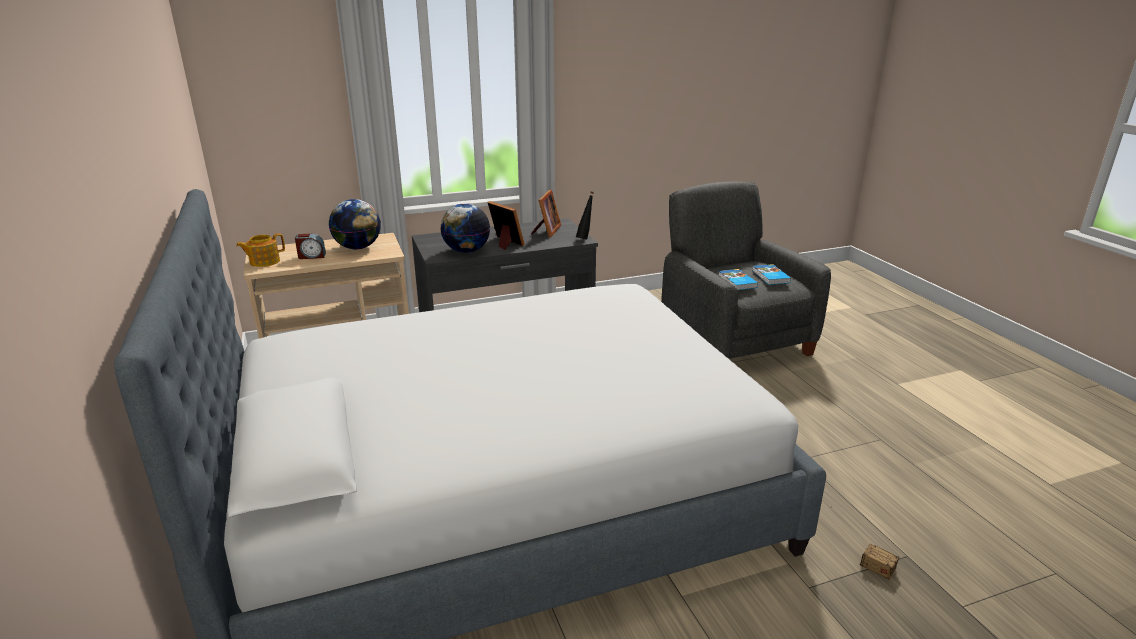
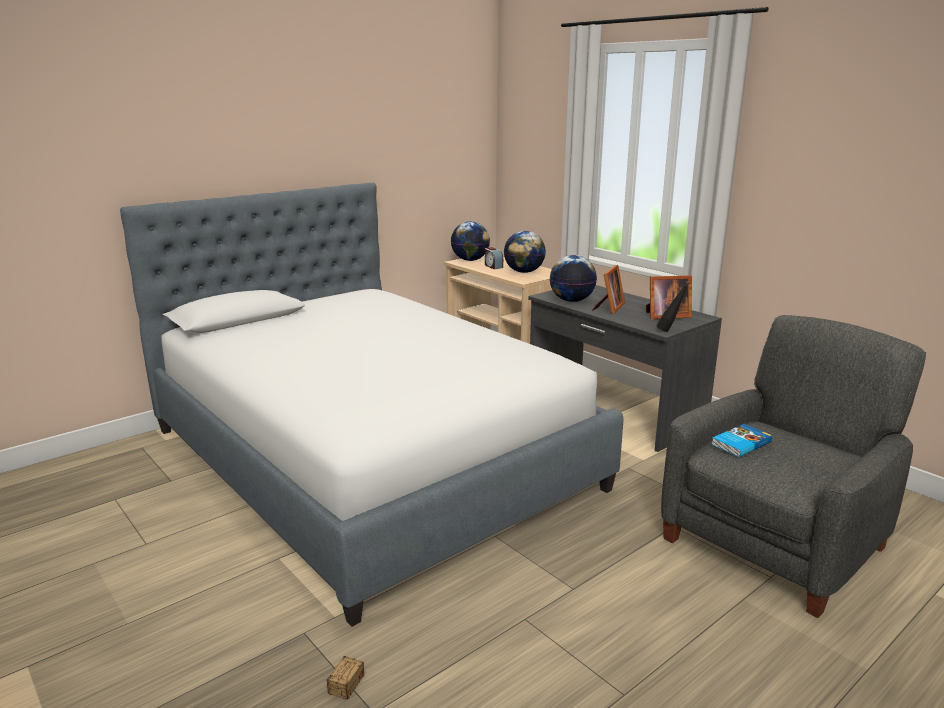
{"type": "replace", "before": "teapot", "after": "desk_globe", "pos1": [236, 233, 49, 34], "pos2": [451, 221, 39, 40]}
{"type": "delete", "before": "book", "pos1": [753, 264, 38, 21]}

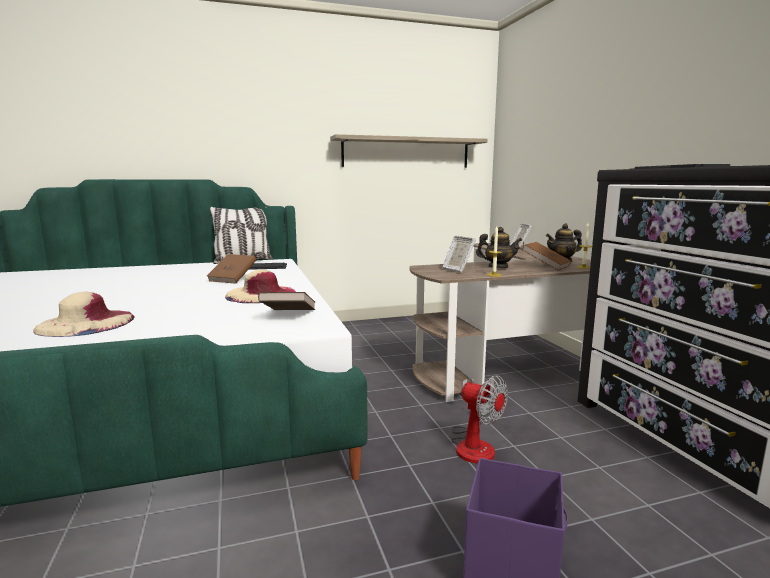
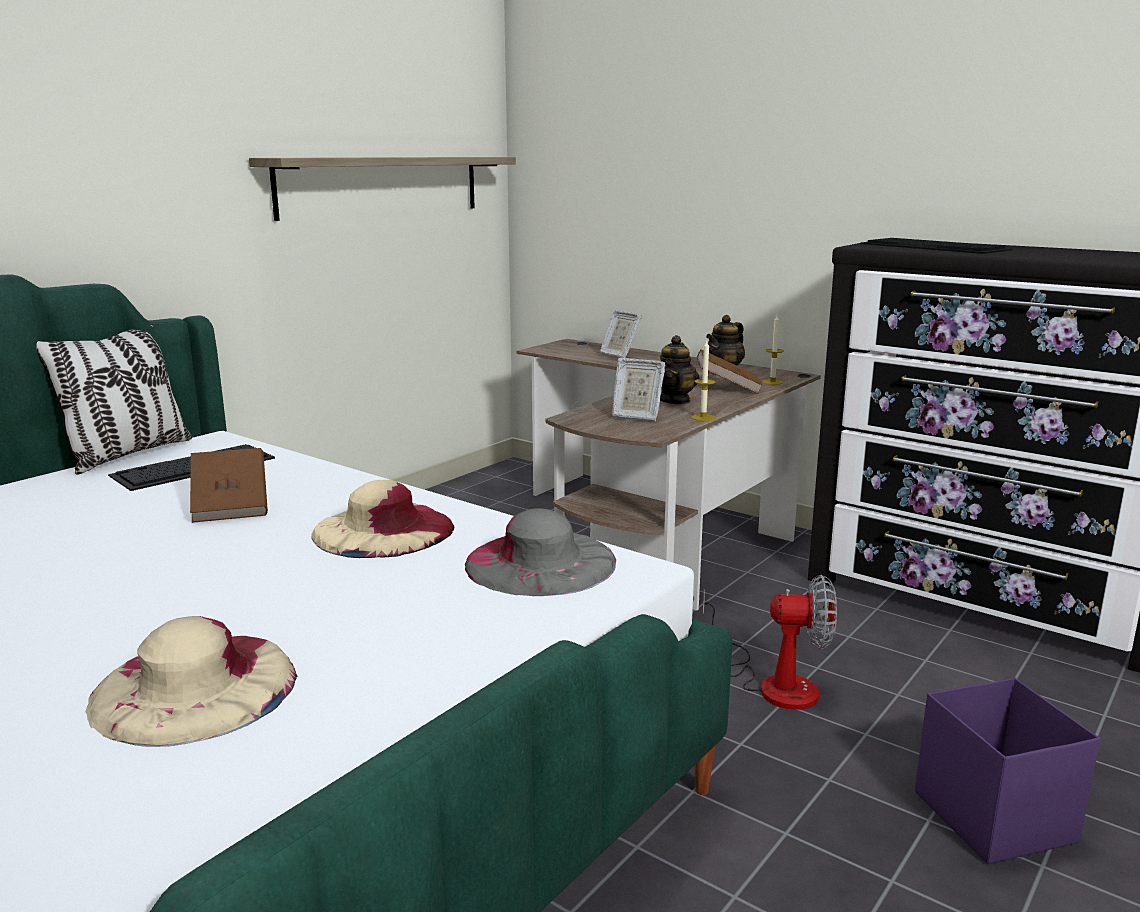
{"type": "replace", "before": "brown_book", "after": "greyish_wearable_hat", "pos1": [258, 292, 57, 18], "pos2": [465, 508, 151, 88]}
{"type": "rotate", "before": "teapot", "pos1": [476, 227, 46, 41], "pos2": [660, 335, 40, 69], "turn": 135}

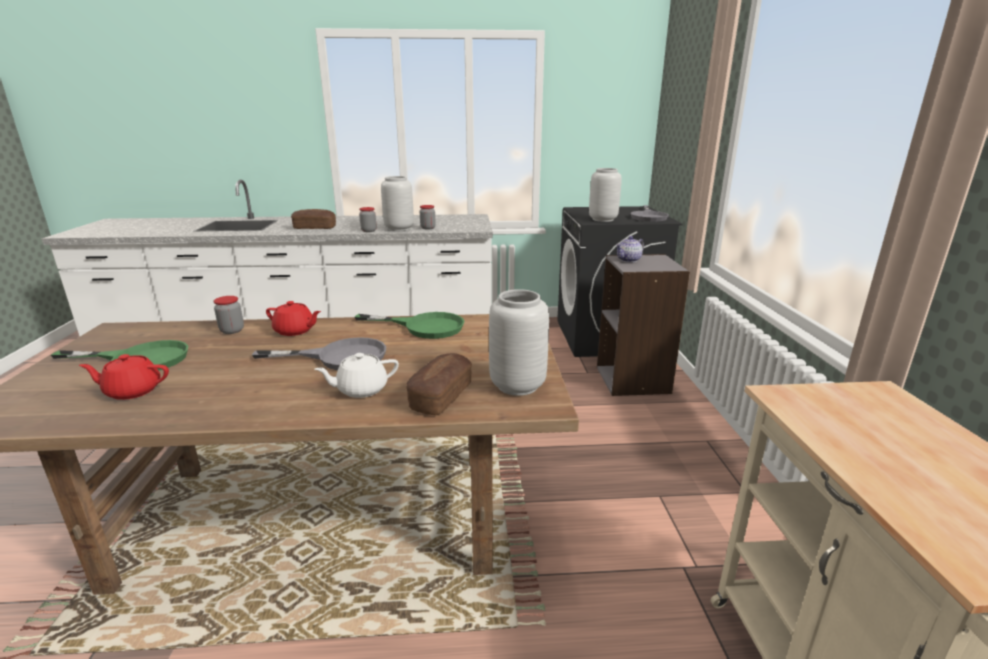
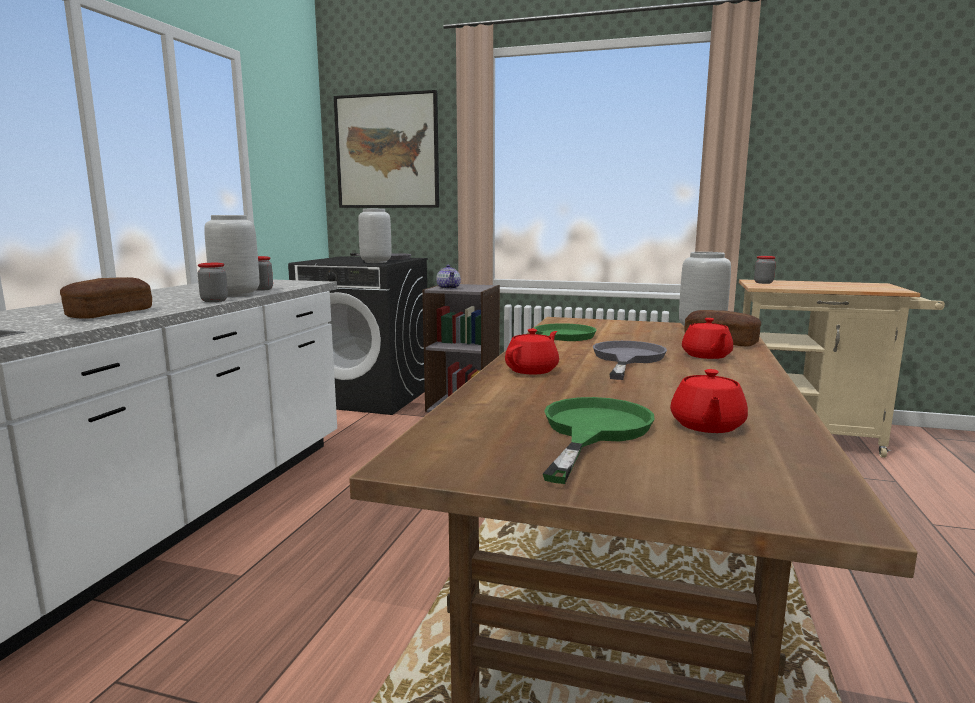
{"type": "move", "before": "preserve_jar", "pos1": [214, 296, 30, 38], "pos2": [754, 256, 22, 28]}
{"type": "recolor", "before": "white_teapot", "after": "red_teapot", "pos1": [315, 353, 84, 45], "pos2": [682, 318, 51, 41]}
{"type": "insert", "after": "wall_art", "pos2": [334, 90, 105, 118]}

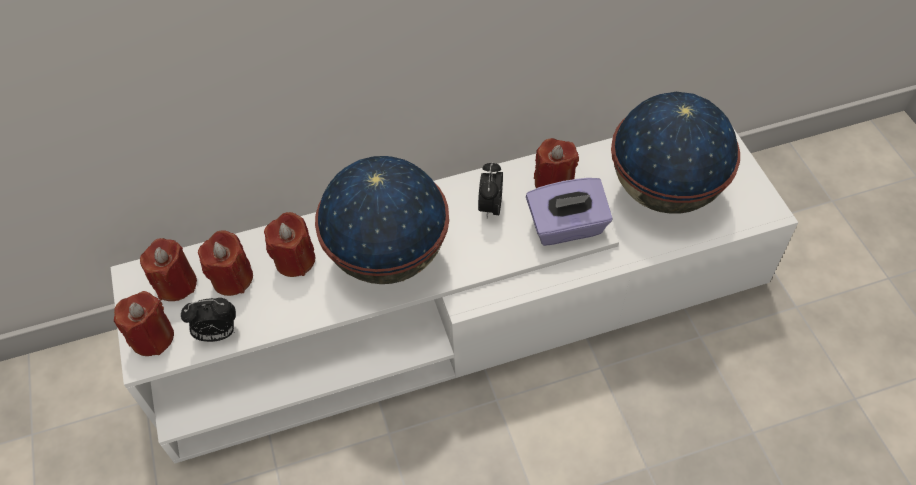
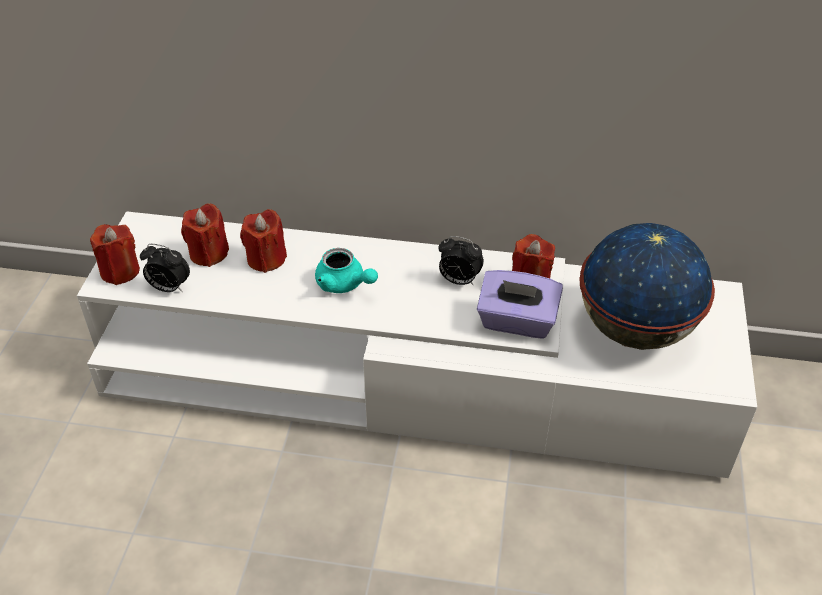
{"type": "delete", "before": "red_wax_candle", "pos1": [140, 238, 57, 63]}
{"type": "replace", "before": "desk_globe", "after": "turquoise_teapot", "pos1": [315, 156, 134, 128], "pos2": [315, 248, 63, 45]}
{"type": "rotate", "before": "table_clock", "pos1": [478, 162, 25, 56], "pos2": [438, 236, 46, 50], "turn": -105}

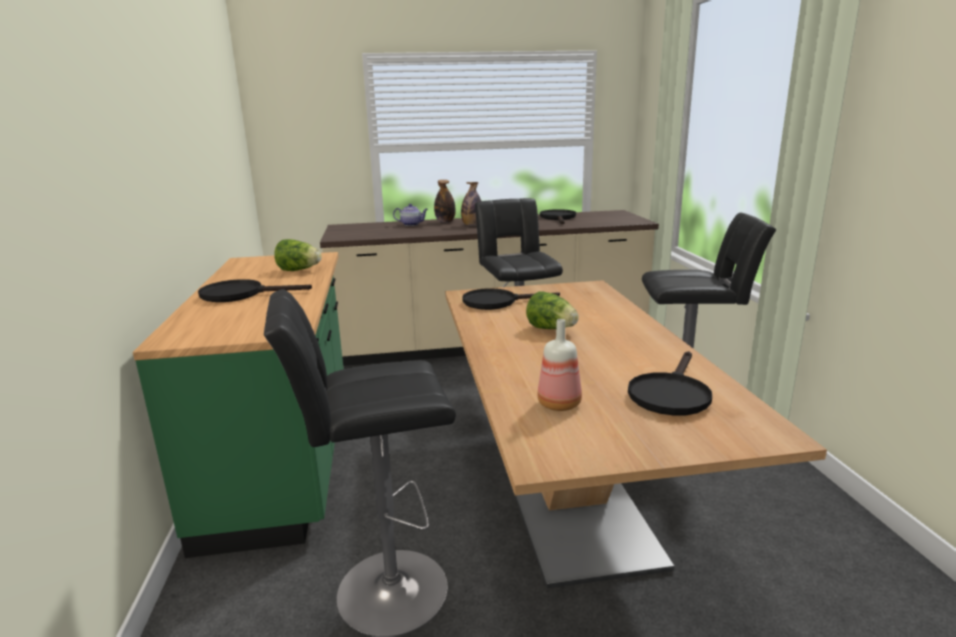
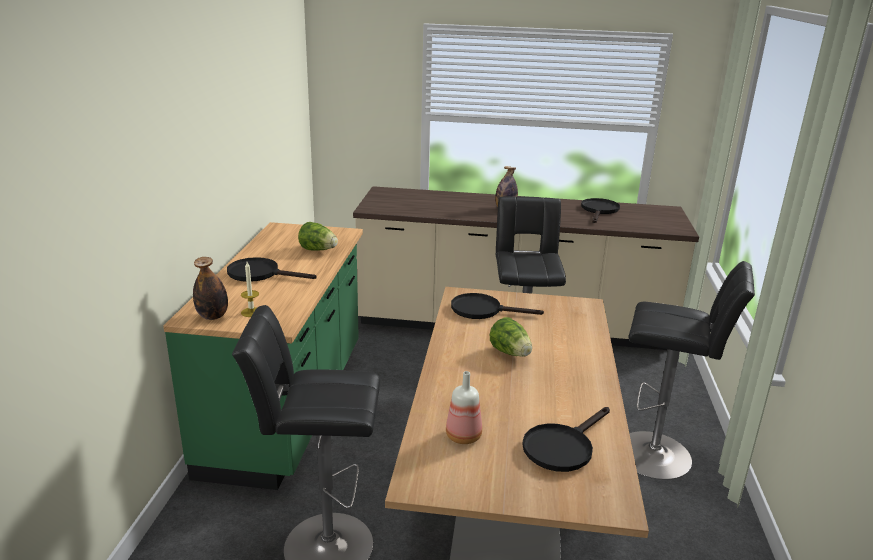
{"type": "delete", "before": "teapot", "pos1": [393, 204, 35, 22]}
{"type": "move", "before": "bottle", "pos1": [434, 180, 22, 43], "pos2": [193, 257, 35, 63]}
{"type": "insert", "after": "wax_candle", "pos2": [241, 262, 18, 55]}

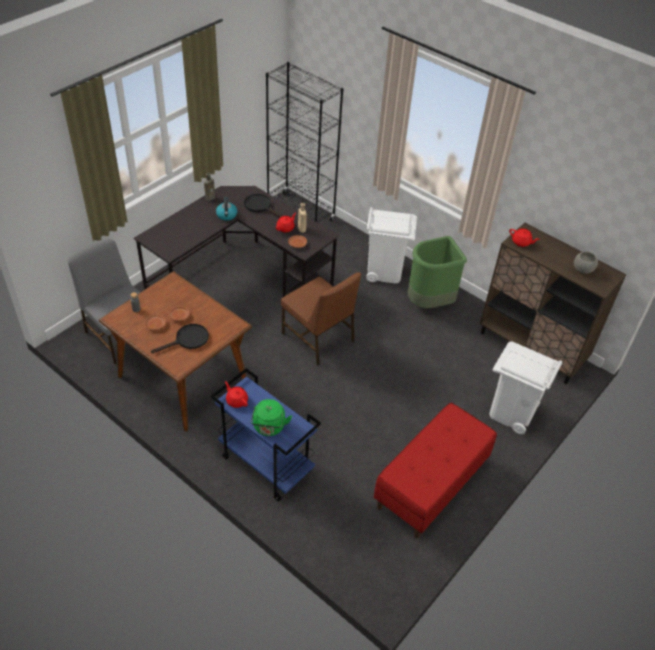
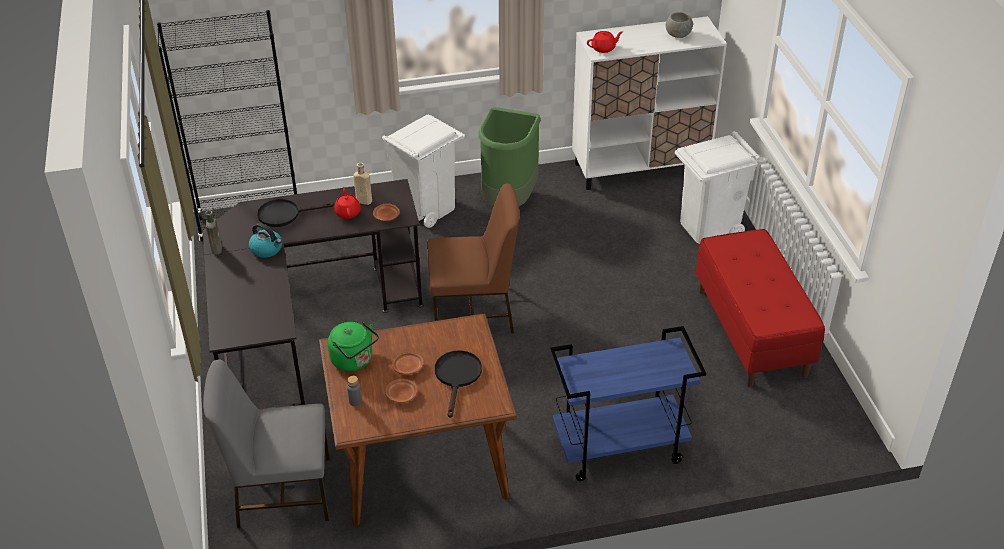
{"type": "delete", "before": "red_teapot", "pos1": [225, 381, 23, 27]}
{"type": "move", "before": "green-coloured_kettle", "pos1": [251, 399, 41, 37], "pos2": [328, 322, 51, 49]}
{"type": "recolor", "before": "brown_cupboard", "after": "white_cupboard", "pos1": [480, 223, 146, 161], "pos2": [572, 16, 155, 174]}

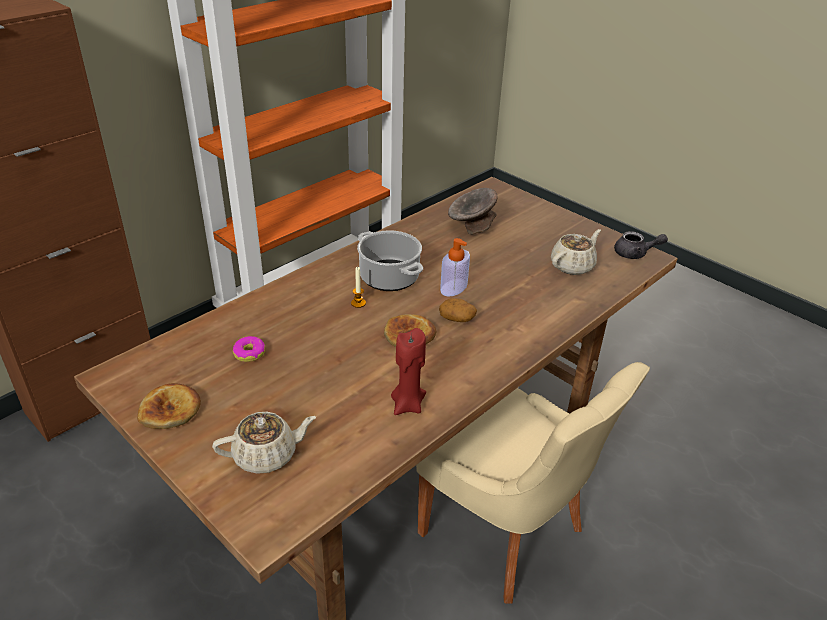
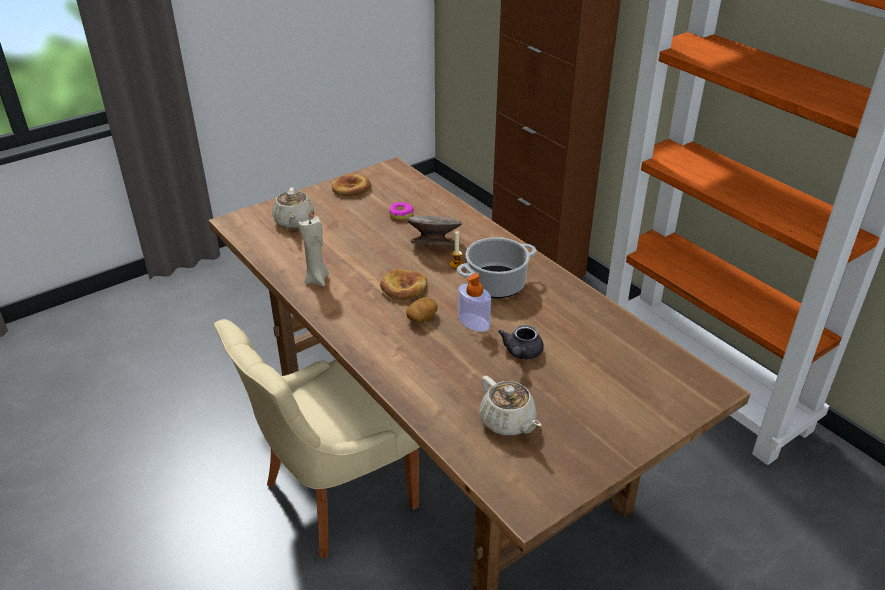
{"type": "recolor", "before": "red_wax_candle", "after": "sand-coloured_wax_candle", "pos1": [391, 328, 35, 87], "pos2": [299, 217, 30, 69]}
{"type": "move", "before": "greyish_deep_dish", "pos1": [448, 188, 50, 47], "pos2": [407, 216, 55, 30]}
{"type": "move", "before": "greyish_teapot", "pos1": [614, 231, 54, 28], "pos2": [498, 325, 46, 34]}

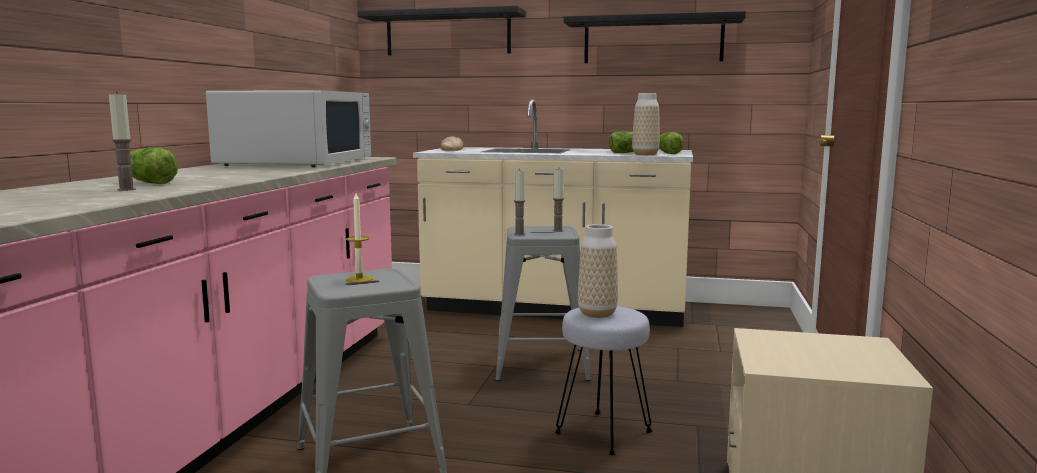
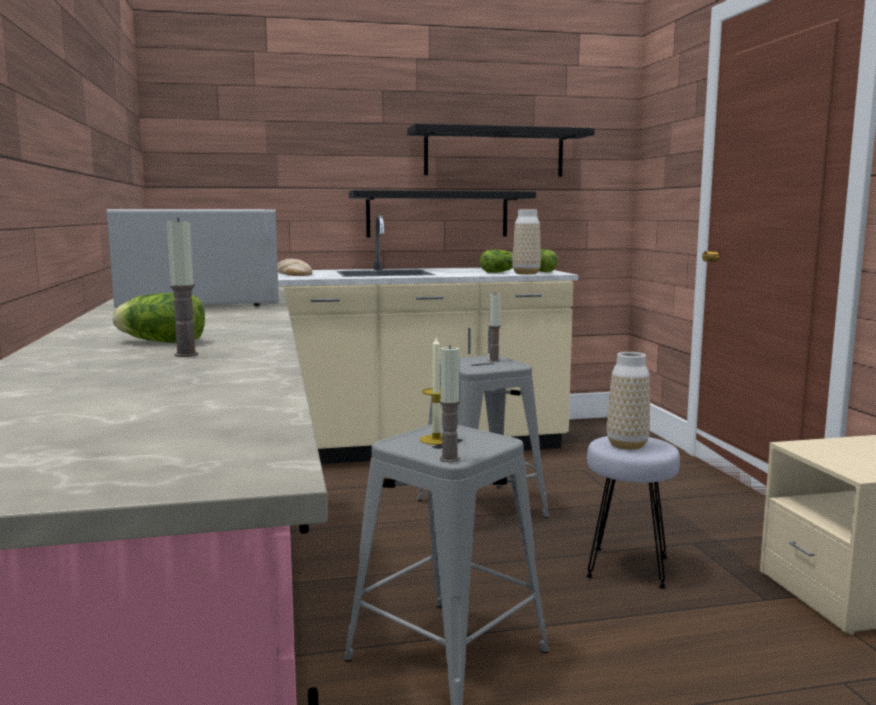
{"type": "move", "before": "black-coloured_wall_shelf", "pos1": [358, 6, 168, 49], "pos2": [349, 190, 187, 47]}
{"type": "move", "before": "wax_candle", "pos1": [514, 168, 11, 67], "pos2": [440, 345, 20, 117]}

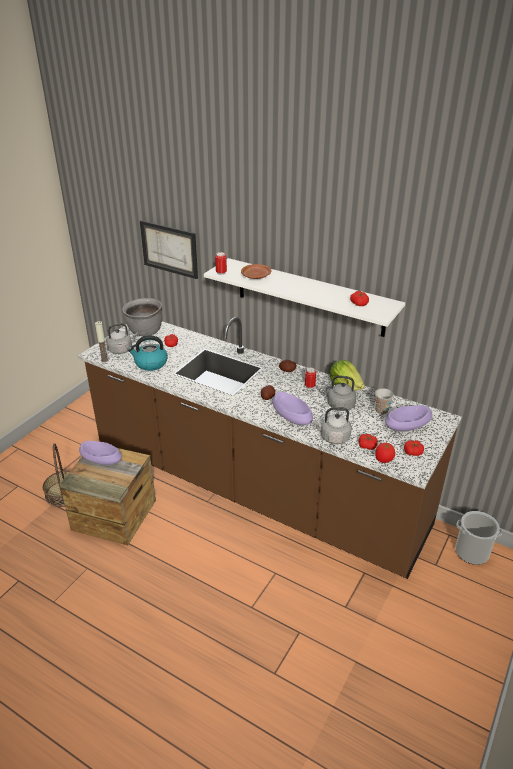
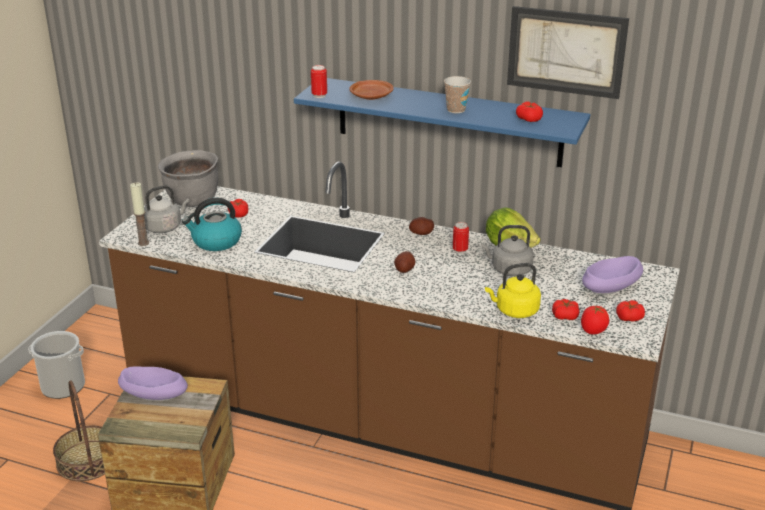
{"type": "move", "before": "wall_art", "pos1": [140, 220, 58, 59], "pos2": [507, 6, 122, 93]}
{"type": "recolor", "before": "white_wall_shelf", "after": "blue_wall_shelf", "pos1": [204, 258, 201, 79], "pos2": [294, 78, 296, 89]}
{"type": "delete", "before": "purplish_deep_dish", "pos1": [272, 392, 41, 33]}
{"type": "recolor", "before": "greyish_kettle", "after": "yellow_kettle", "pos1": [313, 407, 39, 37], "pos2": [485, 263, 56, 55]}
{"type": "move", "before": "small_cup", "pos1": [375, 388, 19, 26], "pos2": [444, 76, 27, 37]}
{"type": "move", "before": "water_bucket", "pos1": [455, 511, 47, 54], "pos2": [28, 331, 57, 68]}

